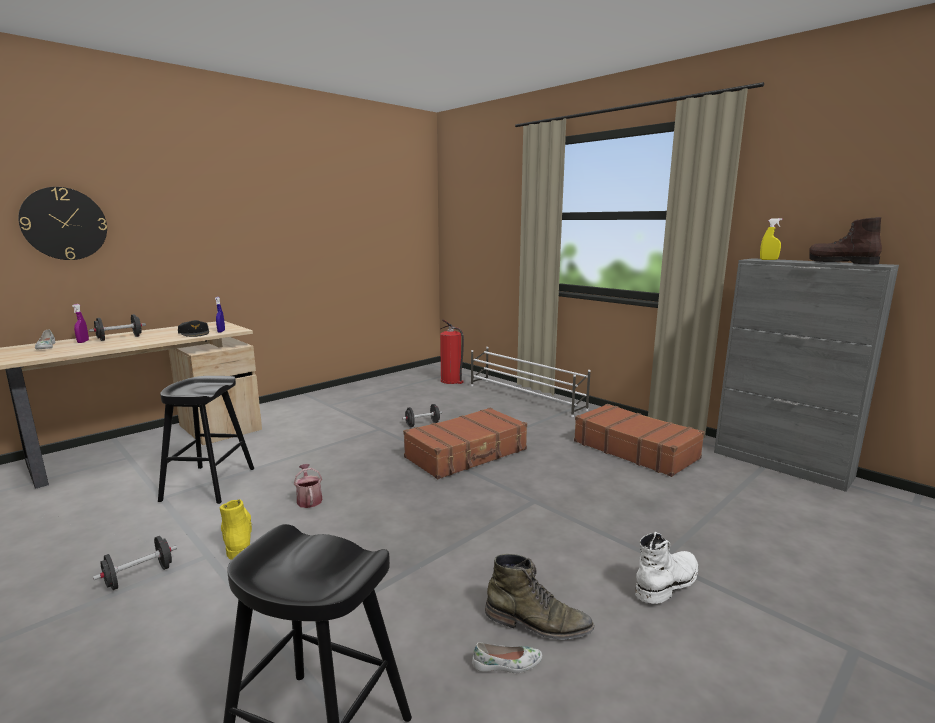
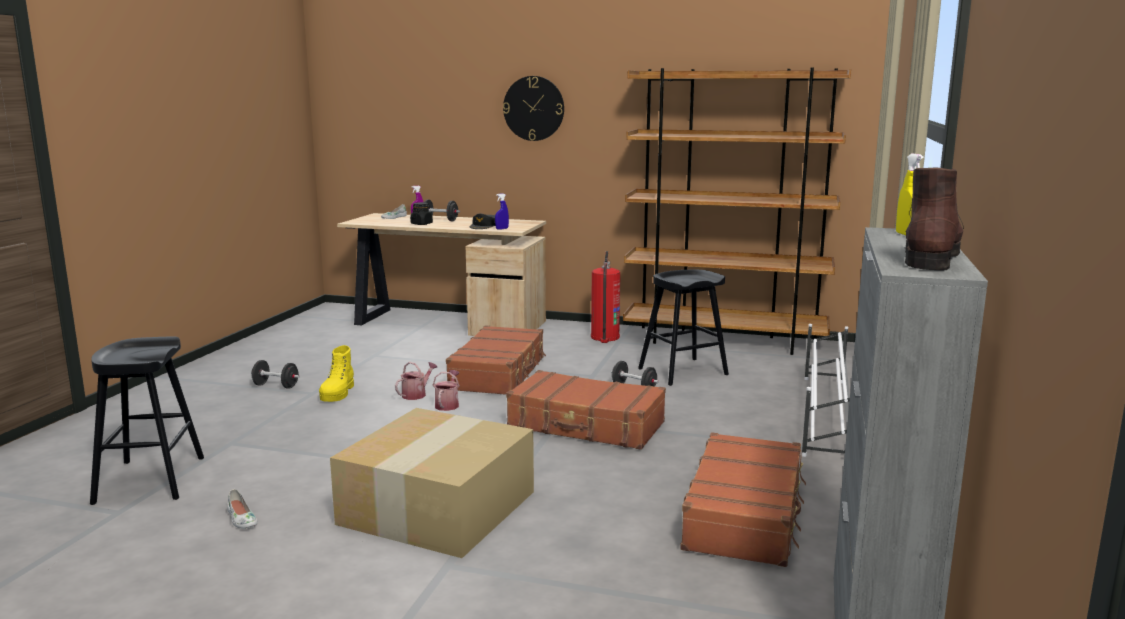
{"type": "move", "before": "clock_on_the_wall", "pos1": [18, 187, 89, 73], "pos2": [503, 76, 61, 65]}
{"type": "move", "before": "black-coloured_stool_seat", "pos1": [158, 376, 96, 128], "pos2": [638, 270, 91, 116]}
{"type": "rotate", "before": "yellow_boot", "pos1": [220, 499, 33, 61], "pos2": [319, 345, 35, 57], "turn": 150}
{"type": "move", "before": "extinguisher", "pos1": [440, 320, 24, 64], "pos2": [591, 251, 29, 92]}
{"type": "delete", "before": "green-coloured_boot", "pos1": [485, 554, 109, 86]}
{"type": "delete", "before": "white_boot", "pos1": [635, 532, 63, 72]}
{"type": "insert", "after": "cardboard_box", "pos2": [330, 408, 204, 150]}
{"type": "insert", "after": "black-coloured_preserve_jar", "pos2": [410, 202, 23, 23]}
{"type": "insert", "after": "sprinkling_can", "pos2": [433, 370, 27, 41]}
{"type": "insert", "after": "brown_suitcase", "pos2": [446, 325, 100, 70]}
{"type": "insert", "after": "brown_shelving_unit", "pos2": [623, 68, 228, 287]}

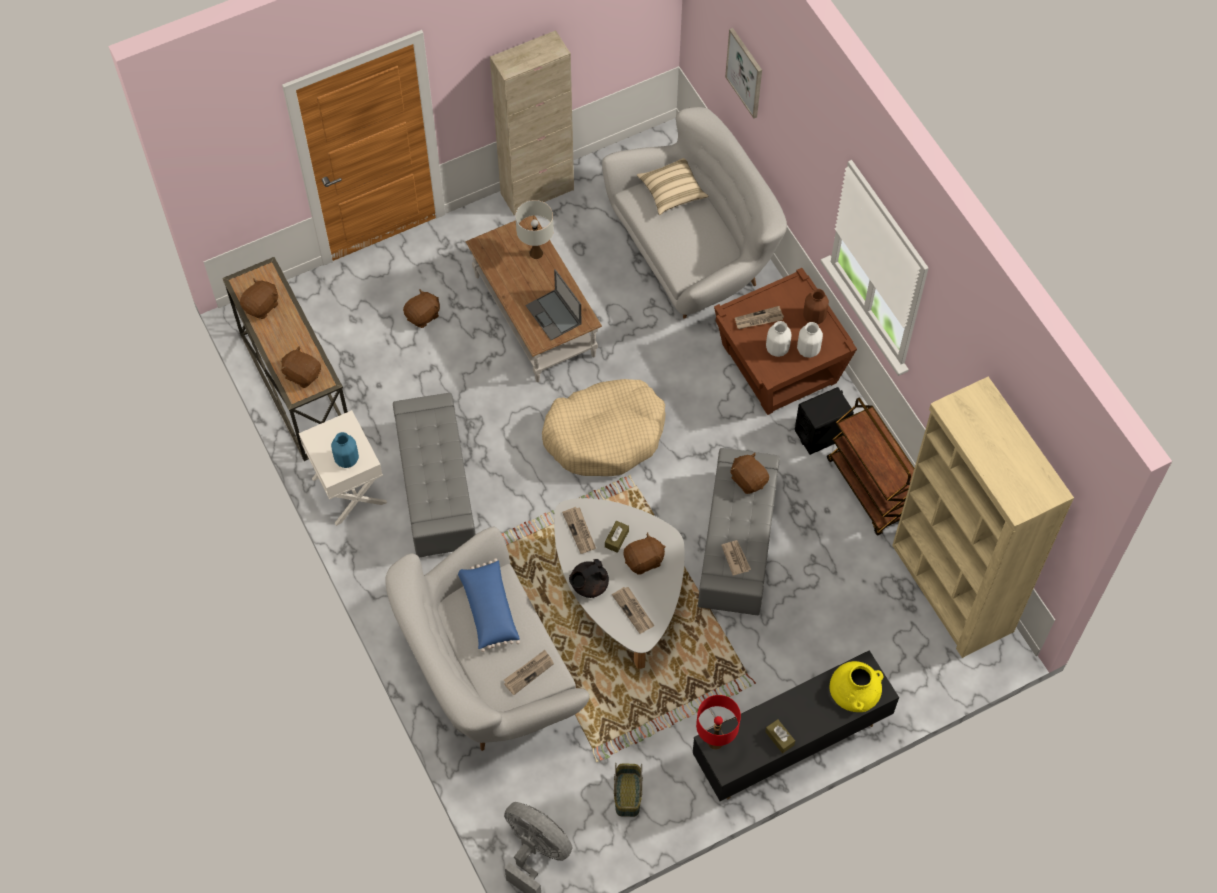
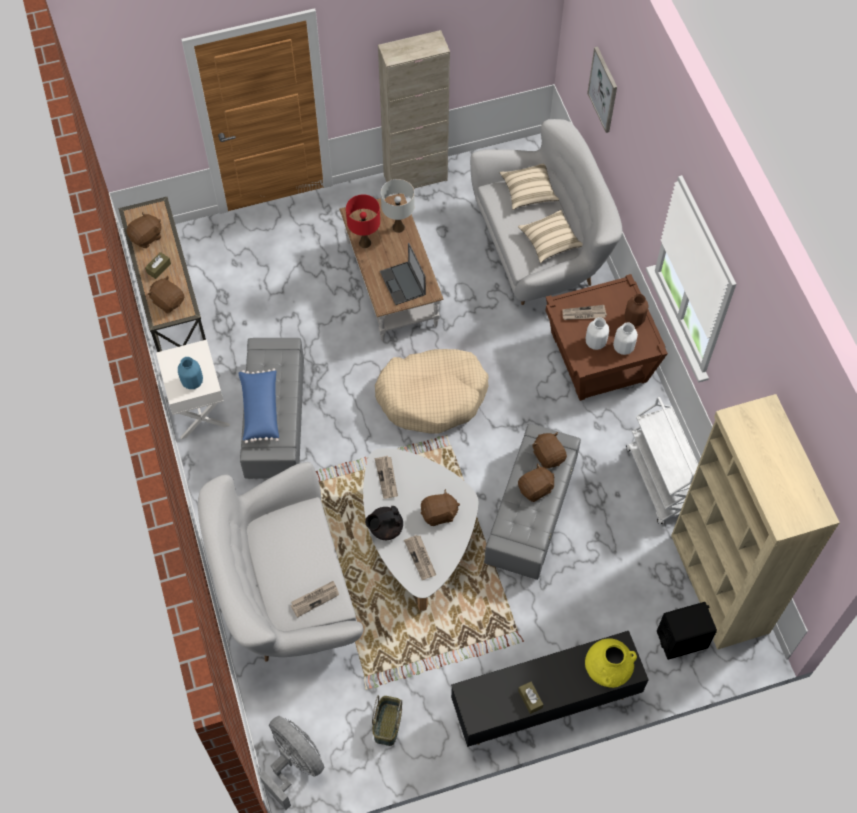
{"type": "move", "before": "brown_cuddly_toy", "pos1": [403, 289, 37, 39], "pos2": [518, 463, 36, 39]}
{"type": "move", "before": "blue_cushion", "pos1": [458, 558, 62, 94], "pos2": [238, 368, 41, 76]}
{"type": "move", "before": "brown_box_of_tissues", "pos1": [605, 521, 24, 32], "pos2": [145, 252, 26, 27]}
{"type": "move", "before": "red_tabletop_lamp", "pos1": [696, 695, 45, 55], "pos2": [346, 194, 34, 54]}
{"type": "delete", "before": "printed_paper", "pos1": [721, 540, 30, 36]}
{"type": "move", "before": "black-coloured_loudspeaker", "pos1": [795, 387, 59, 68], "pos2": [657, 602, 60, 58]}
{"type": "recolor", "before": "brown_wheeled_cart", "after": "white_wheeled_cart", "pos1": [827, 398, 87, 138], "pos2": [626, 397, 72, 128]}
{"type": "insert", "after": "sand-coloured_cushion", "pos2": [518, 210, 65, 53]}

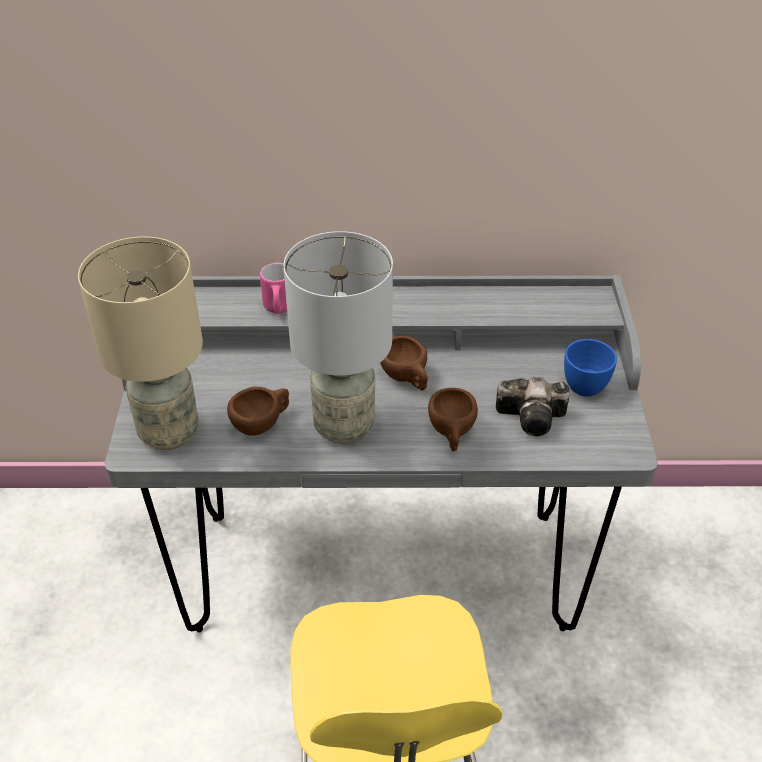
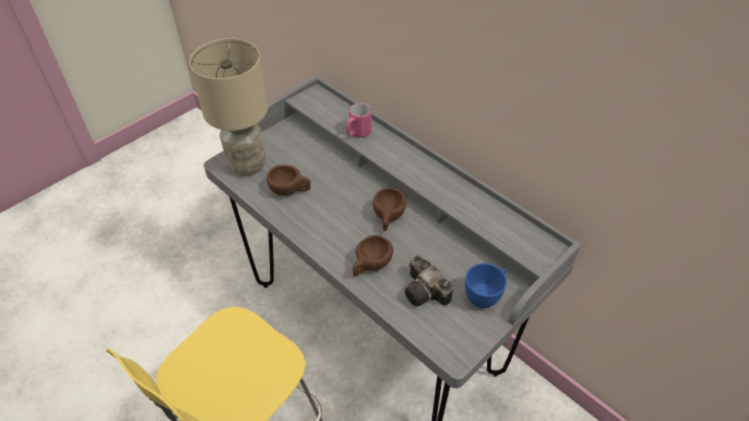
{"type": "delete", "before": "greyish_tabletop_lamp", "pos1": [283, 231, 110, 213]}

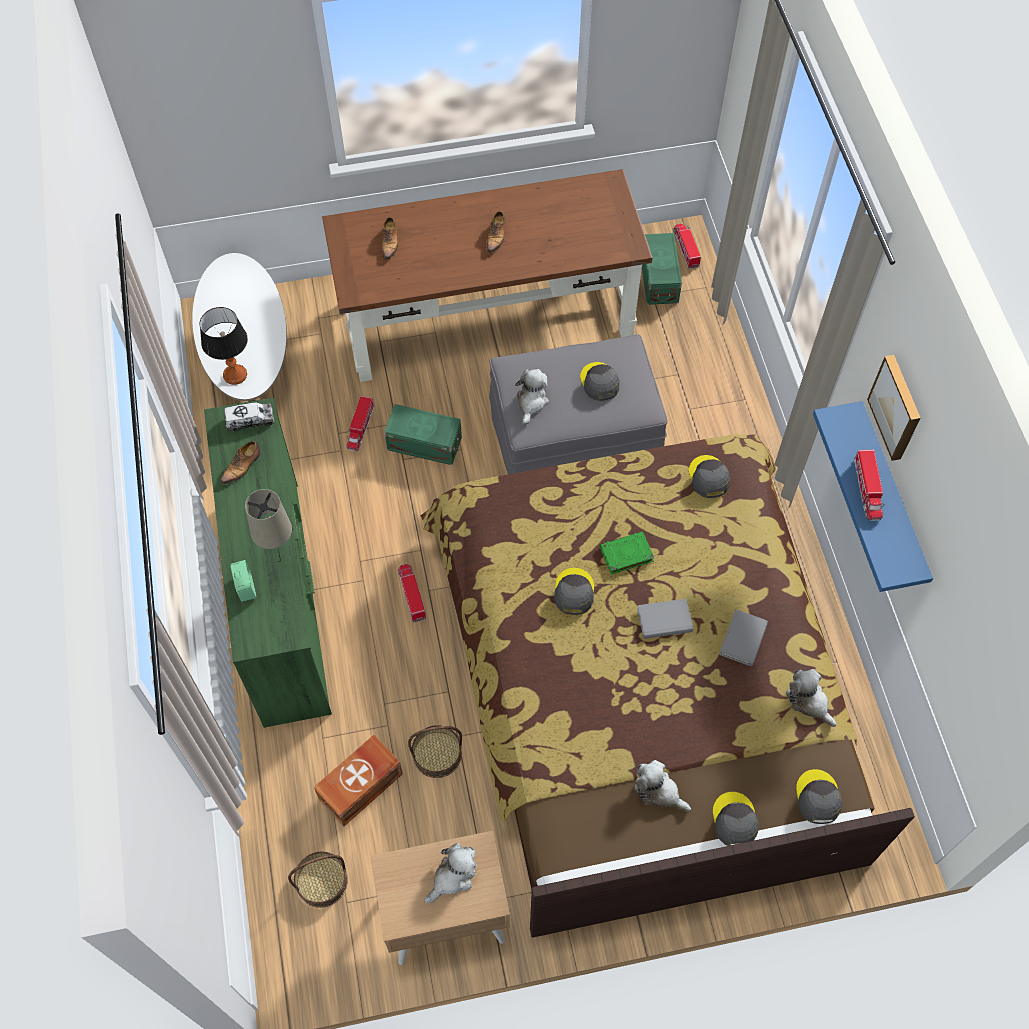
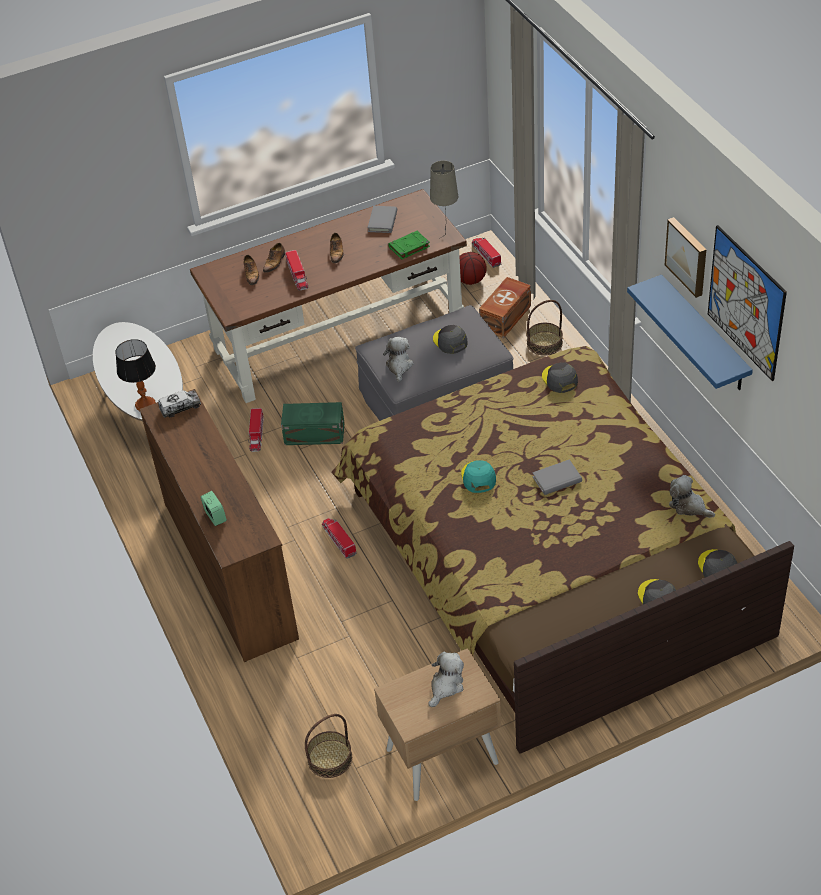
{"type": "recolor", "before": "green-coloured_dresser", "after": "brown_dresser", "pos1": [204, 398, 128, 330], "pos2": [140, 389, 159, 273]}
{"type": "move", "before": "low_shoe", "pos1": [220, 441, 41, 43], "pos2": [263, 243, 22, 30]}
{"type": "move", "before": "sand-coloured_tabletop_lamp", "pos1": [245, 489, 47, 73], "pos2": [430, 161, 28, 76]}
{"type": "move", "before": "brown_storage_box", "pos1": [314, 735, 89, 91], "pos2": [479, 277, 52, 61]}
{"type": "move", "before": "basket", "pos1": [408, 725, 54, 53], "pos2": [527, 300, 36, 56]}
{"type": "recolor", "before": "greyish_peaked_cap", "after": "turquoise_peaked_cap", "pos1": [554, 568, 40, 47], "pos2": [461, 460, 35, 33]}
{"type": "move", "before": "green-coloured_book", "pos1": [600, 531, 54, 43], "pos2": [388, 231, 42, 29]}
{"type": "delete", "before": "cuddly_toy", "pos1": [634, 760, 57, 52]}
{"type": "replace", "before": "green-coloured_storage_box", "after": "basketball", "pos1": [642, 233, 40, 72], "pos2": [459, 252, 28, 33]}
{"type": "move", "before": "greyish_book", "pos1": [719, 609, 49, 57], "pos2": [368, 206, 29, 27]}
{"type": "move", "before": "model_truck", "pos1": [854, 449, 31, 72], "pos2": [285, 250, 23, 40]}
{"type": "insert", "after": "wall_art", "pos2": [708, 225, 79, 156]}

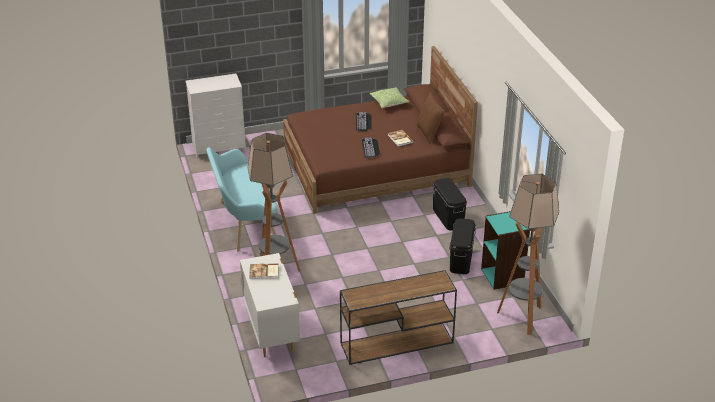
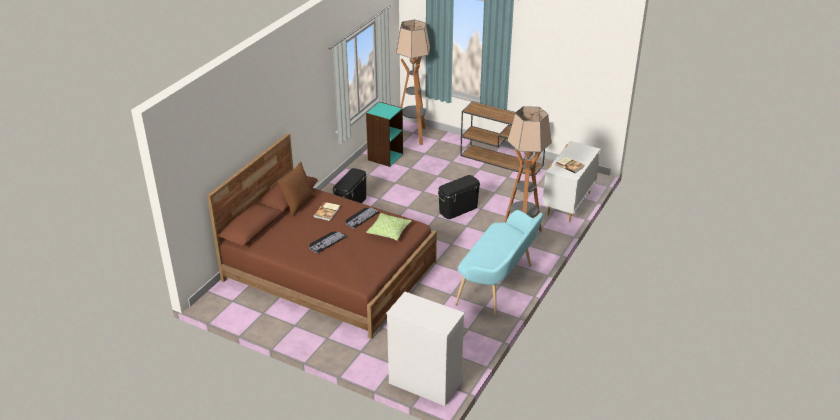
{"type": "move", "before": "cushion", "pos1": [369, 87, 40, 21], "pos2": [366, 213, 46, 28]}
{"type": "move", "before": "black-coloured_storage_box", "pos1": [449, 218, 27, 56], "pos2": [438, 175, 42, 44]}

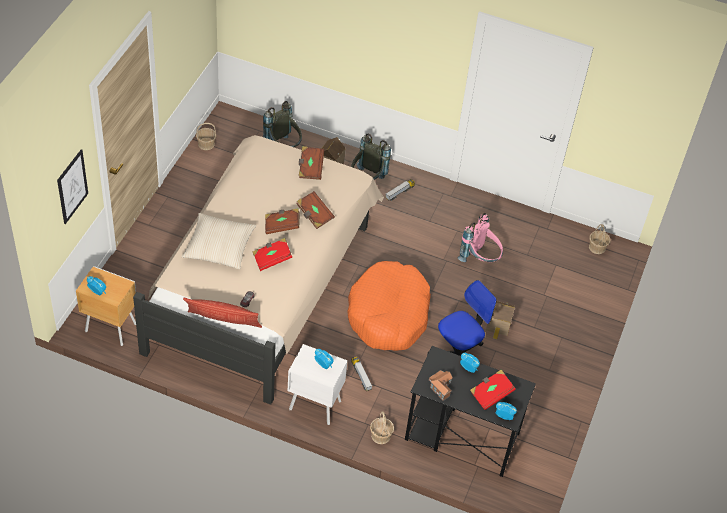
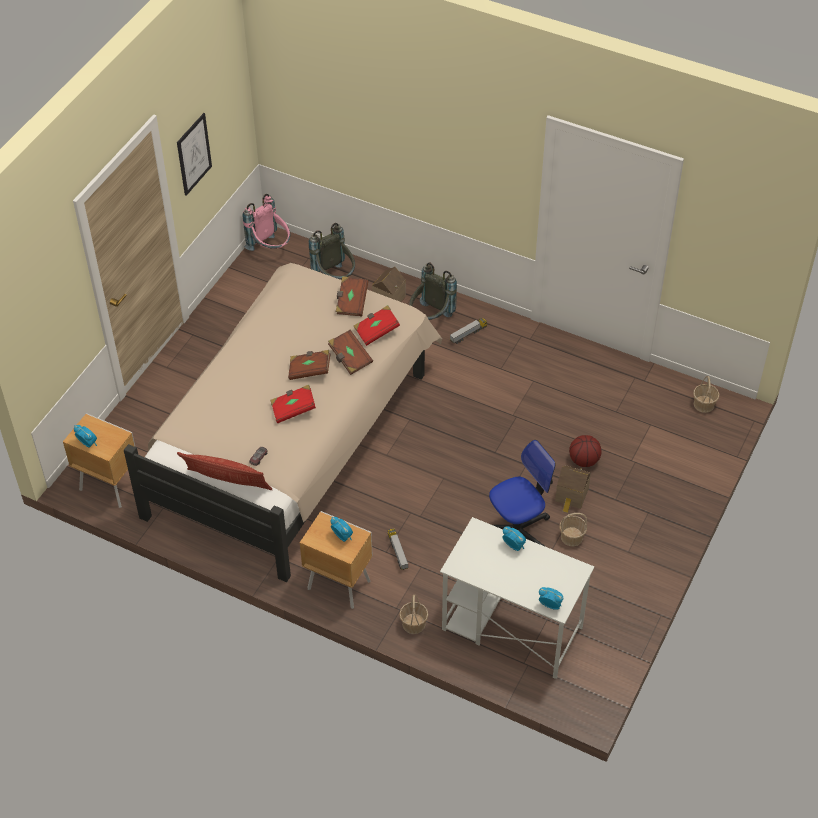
{"type": "move", "before": "wall_art", "pos1": [57, 149, 31, 75], "pos2": [177, 113, 35, 83]}
{"type": "delete", "before": "sand-coloured_cushion", "pos1": [181, 213, 75, 56]}
{"type": "move", "before": "basket", "pos1": [196, 123, 20, 27], "pos2": [559, 513, 28, 33]}
{"type": "recolor", "before": "white_nightstand", "after": "brown_nightstand", "pos1": [287, 344, 60, 81], "pos2": [300, 511, 73, 98]}
{"type": "delete", "before": "orange_pet_bed", "pos1": [347, 261, 84, 90]}
{"type": "recolor", "before": "black-coloured_desk_unit", "after": "white_desk_unit", "pos1": [405, 346, 131, 131], "pos2": [440, 517, 154, 162]}
{"type": "delete", "before": "model_house", "pos1": [429, 370, 24, 31]}
{"type": "move", "before": "pink_backpack", "pos1": [458, 213, 45, 49], "pos2": [242, 194, 48, 57]}
{"type": "move", "before": "red_book", "pos1": [470, 370, 46, 40], "pos2": [354, 305, 46, 41]}
{"type": "insert", "after": "basketball", "pos2": [569, 435, 33, 32]}

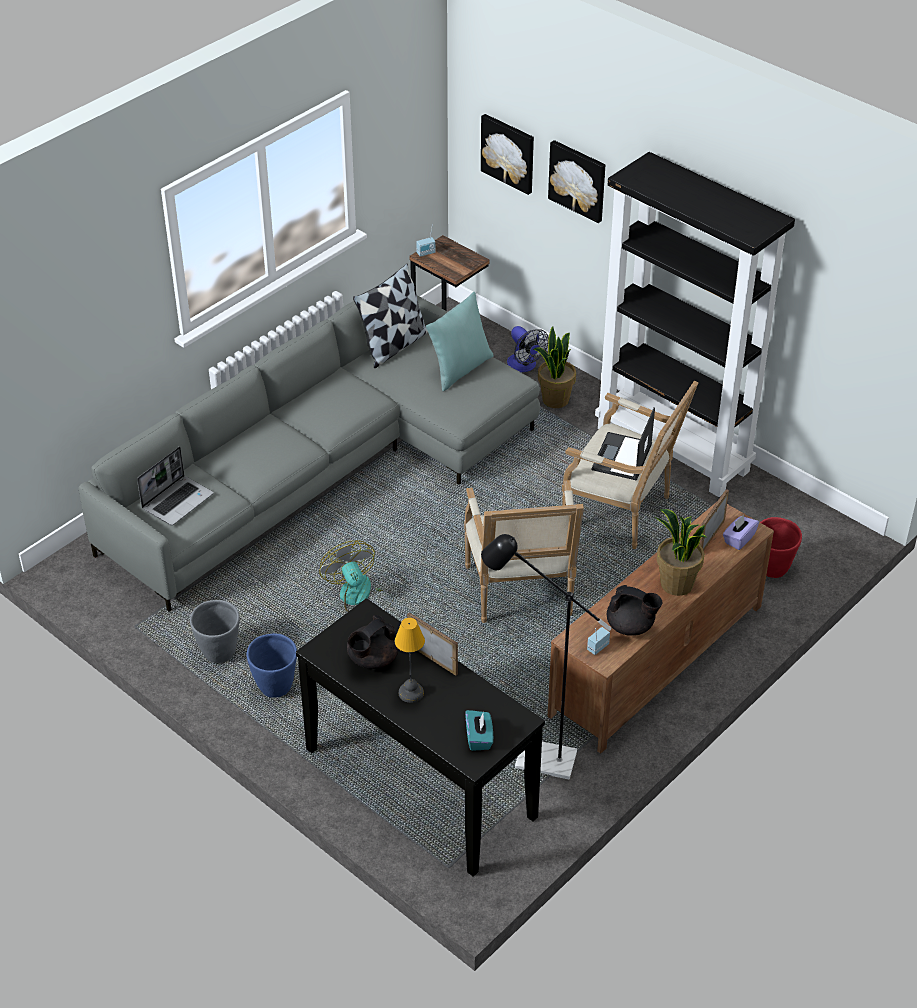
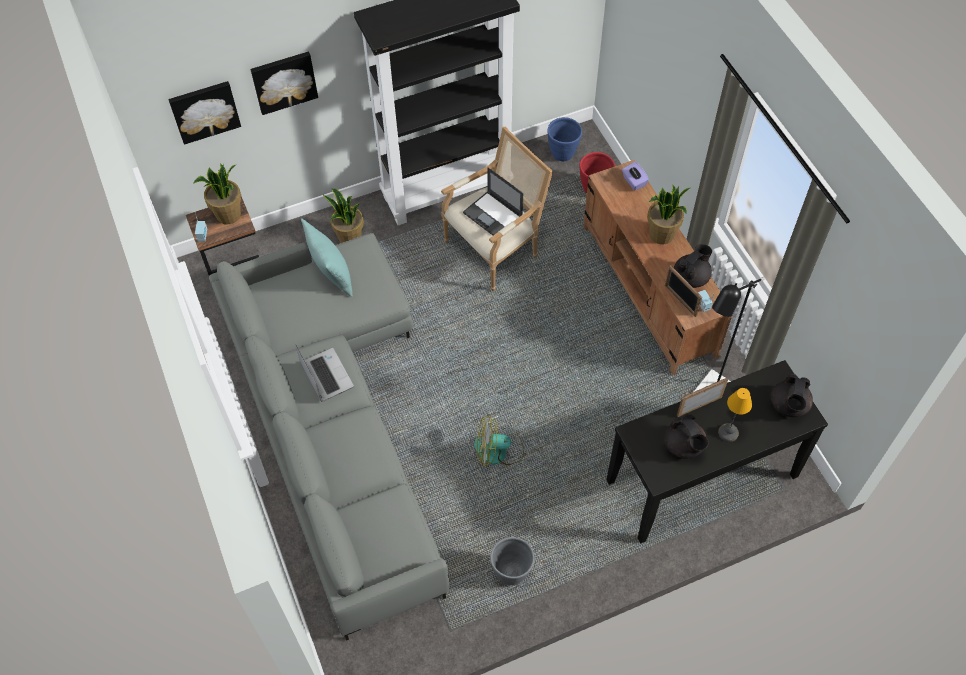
{"type": "move", "before": "notebook_computer", "pos1": [137, 446, 77, 79], "pos2": [296, 345, 58, 57]}
{"type": "move", "before": "blue_plant_pot", "pos1": [246, 633, 51, 65], "pos2": [547, 117, 35, 44]}
{"type": "delete", "before": "cushion", "pos1": [353, 264, 75, 104]}
{"type": "delete", "before": "easy_chair", "pos1": [464, 480, 120, 143]}
{"type": "replace", "before": "turquoise_box_of_tissues", "after": "black-coloured_teapot", "pos1": [465, 710, 28, 41], "pos2": [770, 374, 43, 43]}
{"type": "delete", "before": "electric_fan", "pos1": [507, 326, 42, 46]}
{"type": "move", "before": "photo_frame", "pos1": [699, 489, 30, 61], "pos2": [665, 265, 37, 52]}
{"type": "insert", "after": "plant_in_a_pot", "pos2": [194, 164, 47, 61]}

